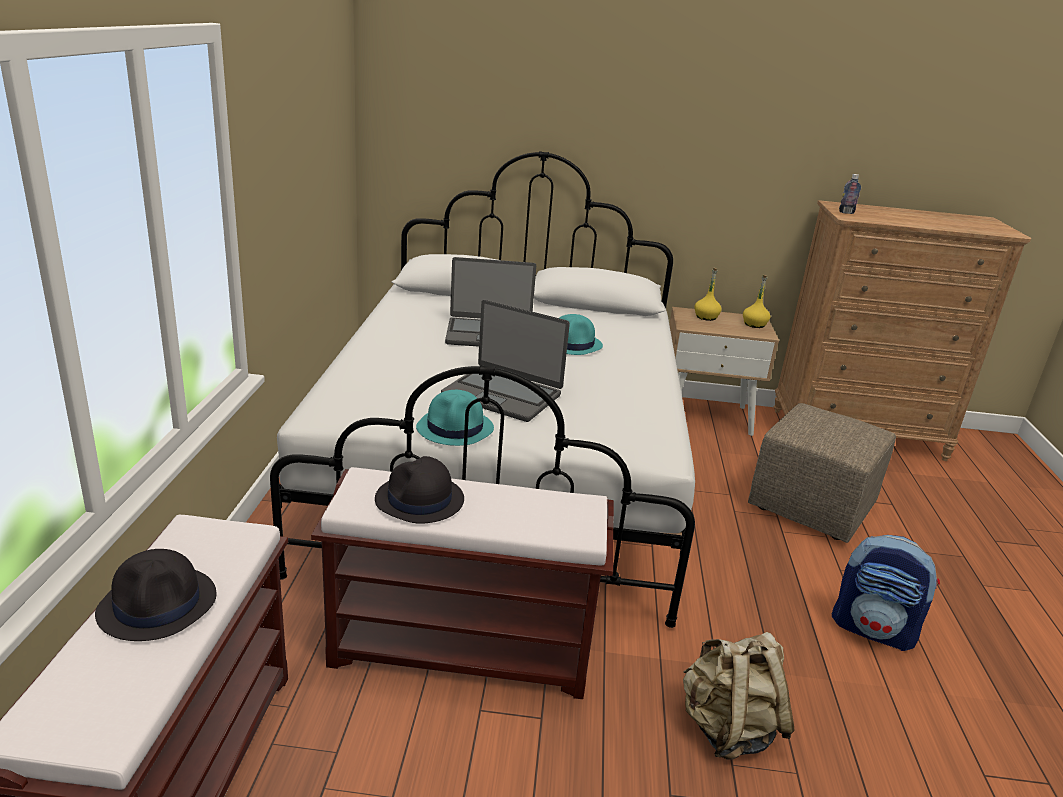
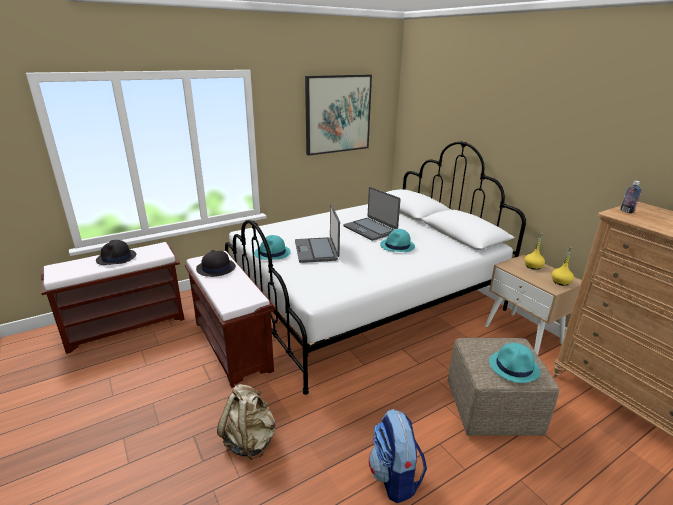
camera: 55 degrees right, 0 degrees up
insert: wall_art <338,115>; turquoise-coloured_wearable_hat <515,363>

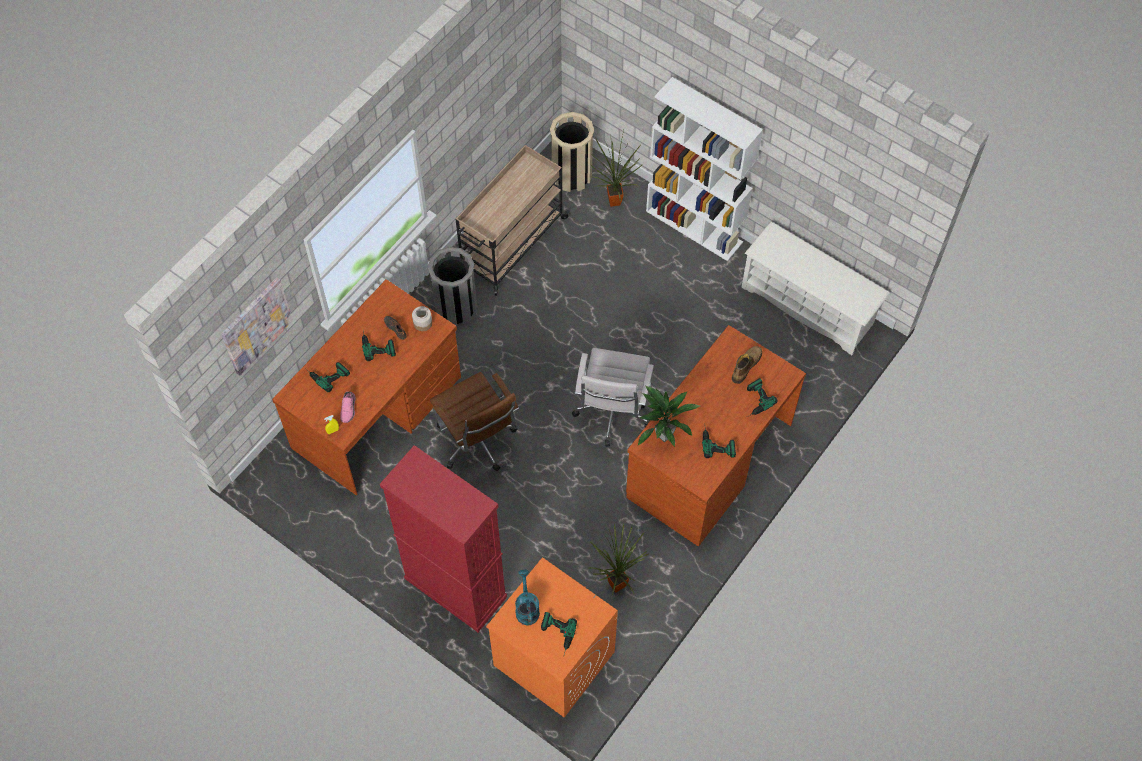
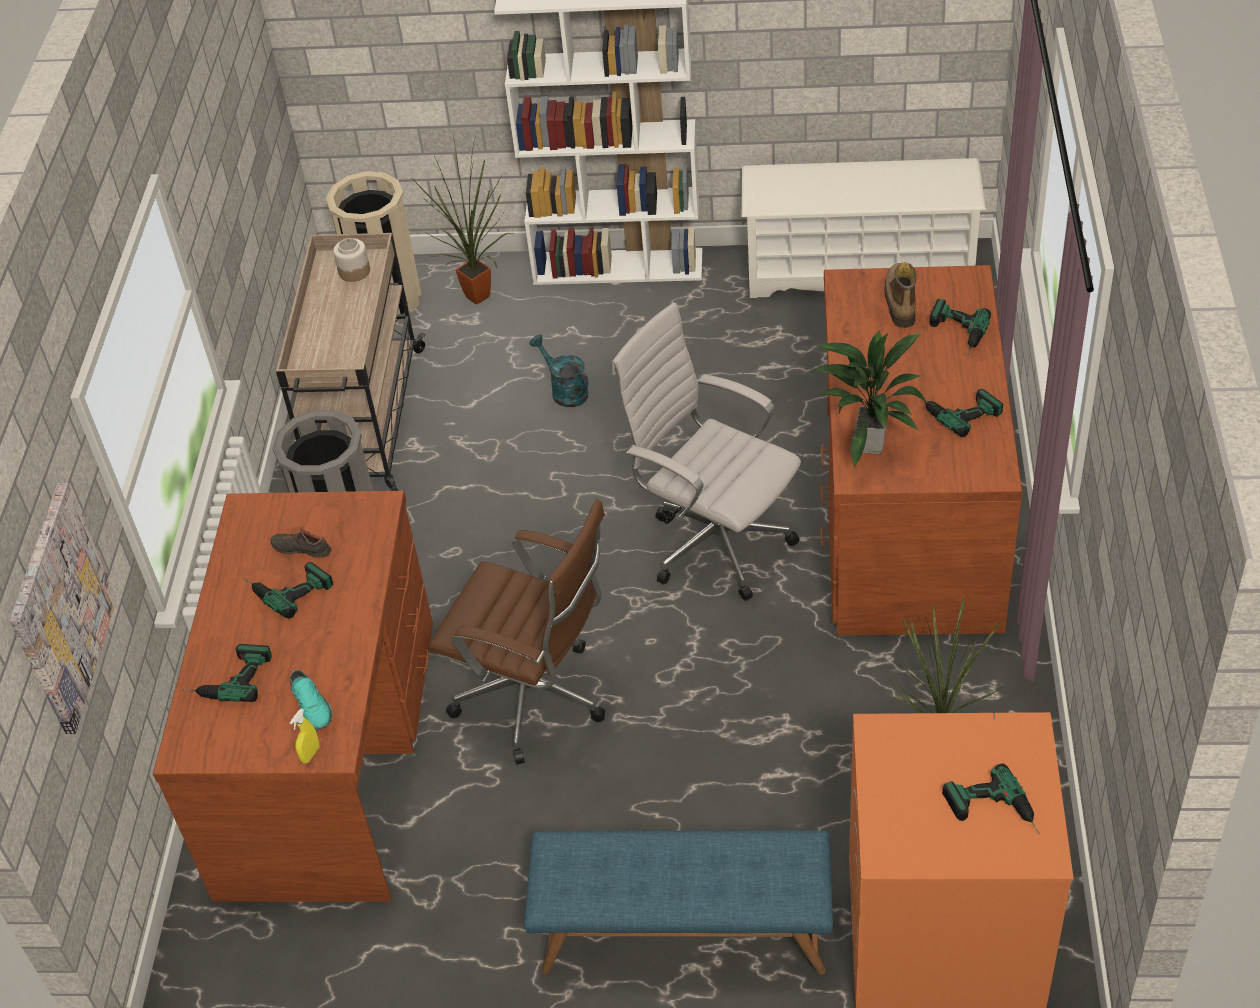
camera: 30 degrees left, 15 degrees down
move: preserve_jar <422,318> to <351,260>; turquoise-coloured_sprinkling_can <527,597> to <558,370>
replace: red_cupboard <443,538> to blue_indoor_bench <678,902>
recolor: pinkish_item_of_footwear <348,407> to turquoise-coloured_item_of_footwear <311,700>
rotate: whitish_computer_chair <613,397> = <706,452> 150 degrees clockwise

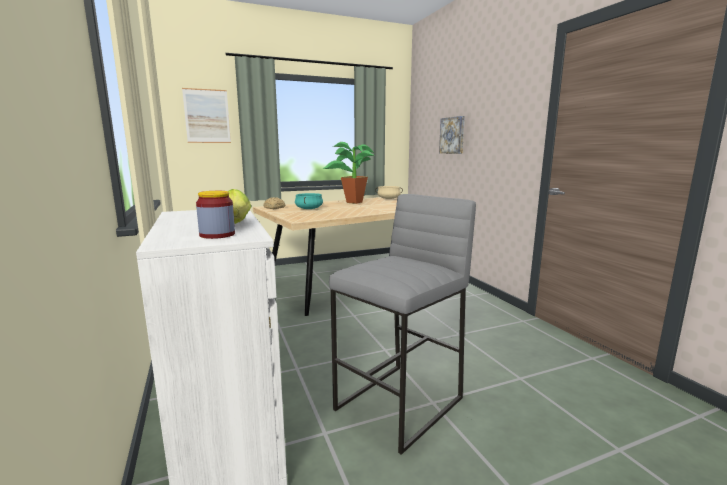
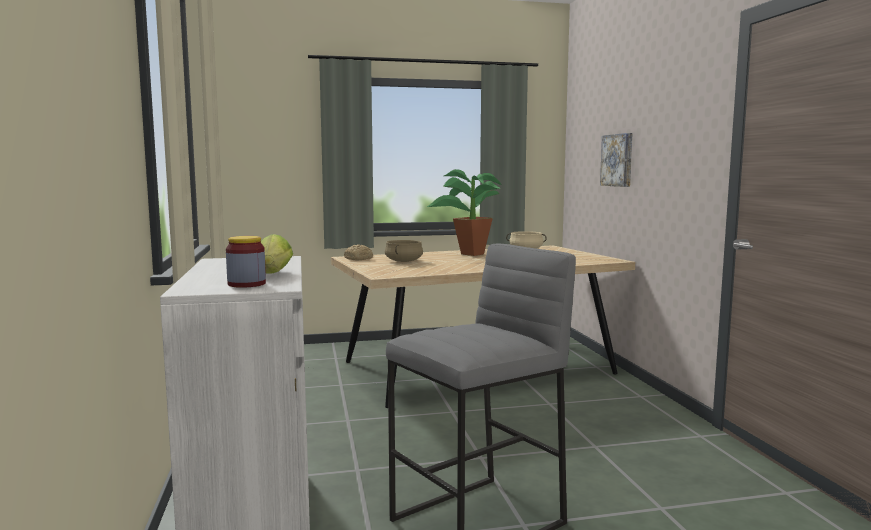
camera: 10 degrees right, 5 degrees down
delete: wall_art <206,115>
recolor: turquoise-coloured_stockpot <309,201> to beige-coloured_stockpot <404,251>

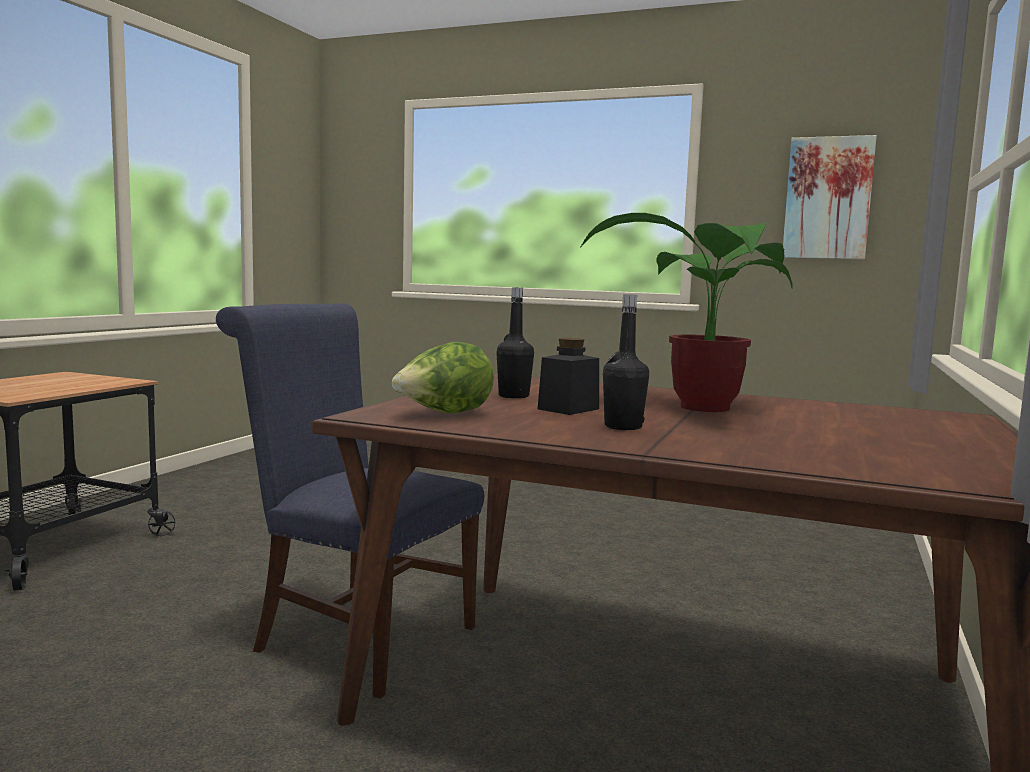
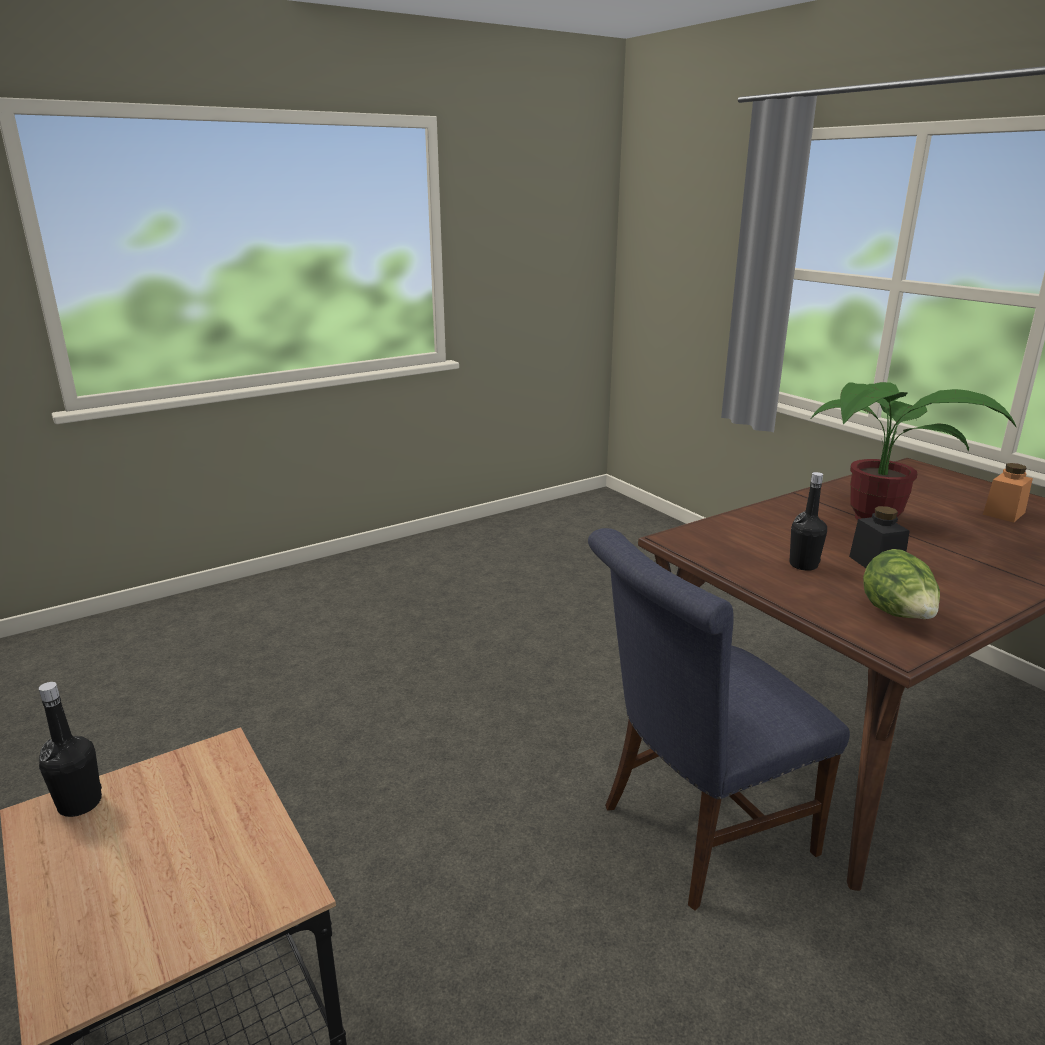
camera: 55 degrees left, 15 degrees up
delete: wall_art <830,197>
insert: orange-coloured_preserve_jar <1008,493>
move: black-coloured_beverage_bottle <626,362> to <70,749>

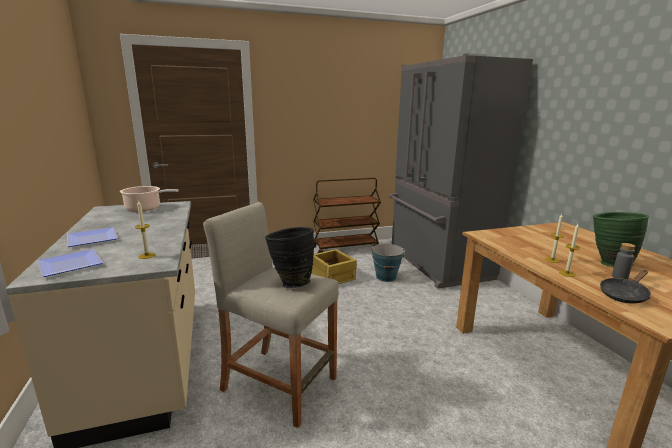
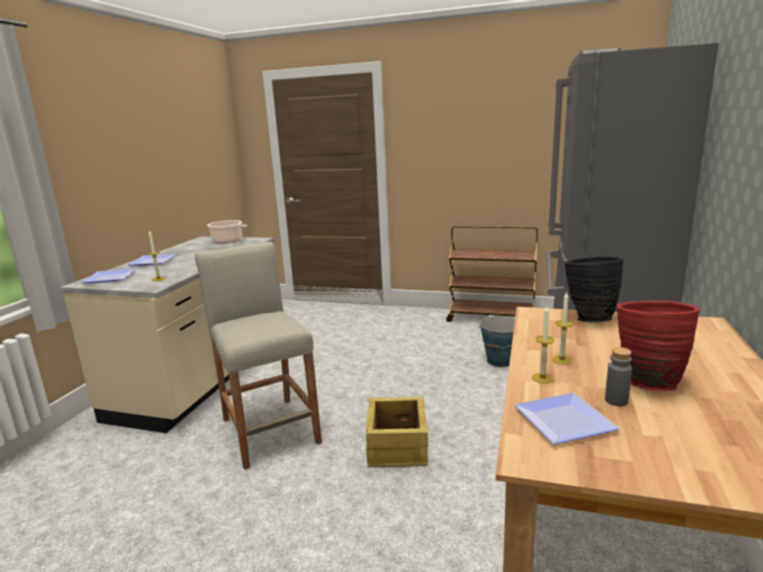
camera: 35 degrees right, 0 degrees up
move: black-coloured_decorative_vase <289,257> to <594,289>; crate <334,266> to <397,432>
replace: black-coloured_skillet <625,286> to flat_dish <567,418>
recolor: greenish_decorative_vase <621,239> to red_decorative_vase <658,346>

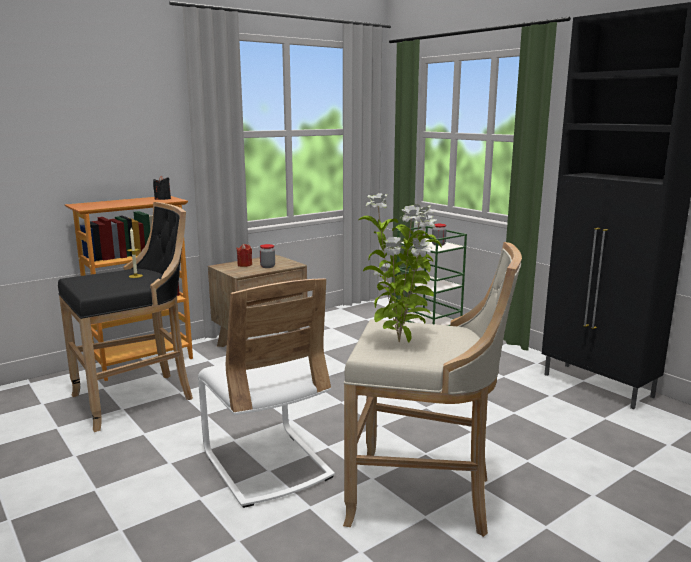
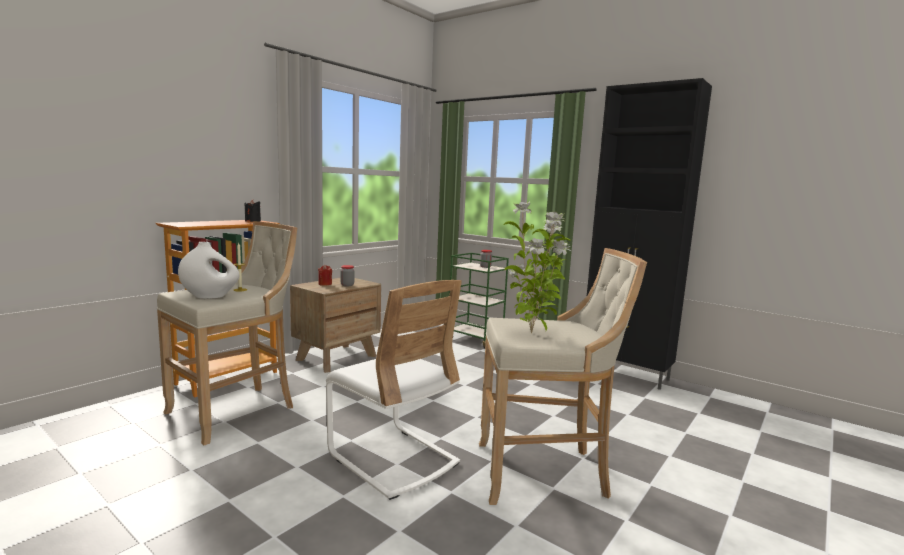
camera: 15 degrees left, 5 degrees down
insert: whitish_decorative_vase <209,270>
recolor: black-coloured_stool_seat <125,317> to beige-coloured_stool_seat <227,333>

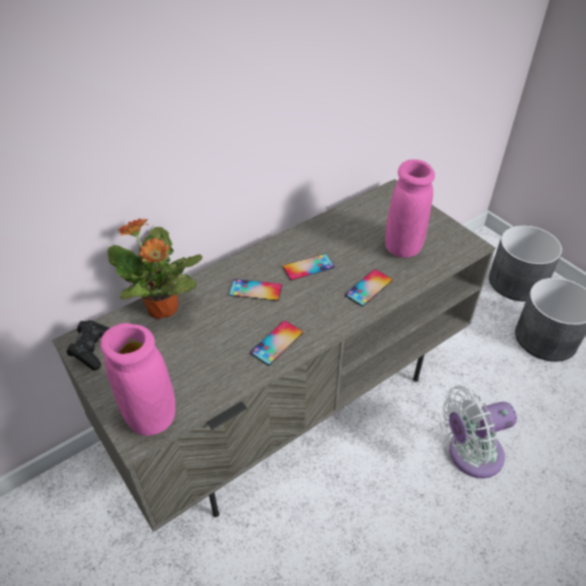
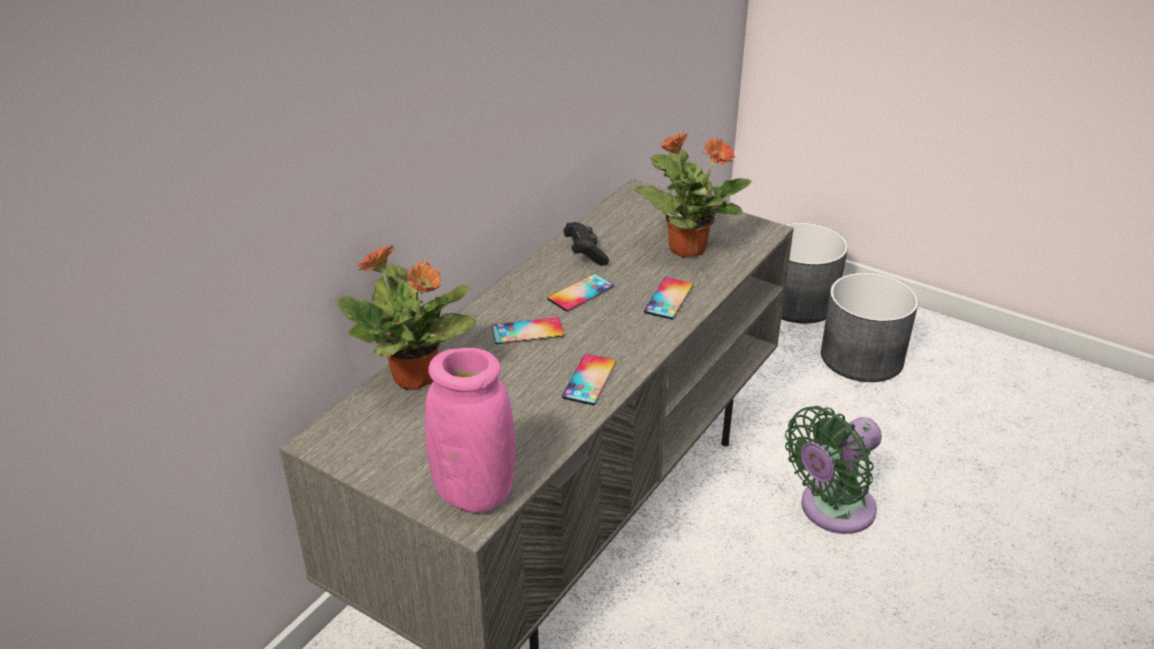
camera: 20 degrees left, 10 degrees down
move: black-coloured_joypad <88,345> to <586,243>
replace: pinkish_decorative_vase <410,208> to plant_in_a_pot <693,194>
recolor: whitish_cooling_fan <480,432> to greenish_cooling_fan <833,470>

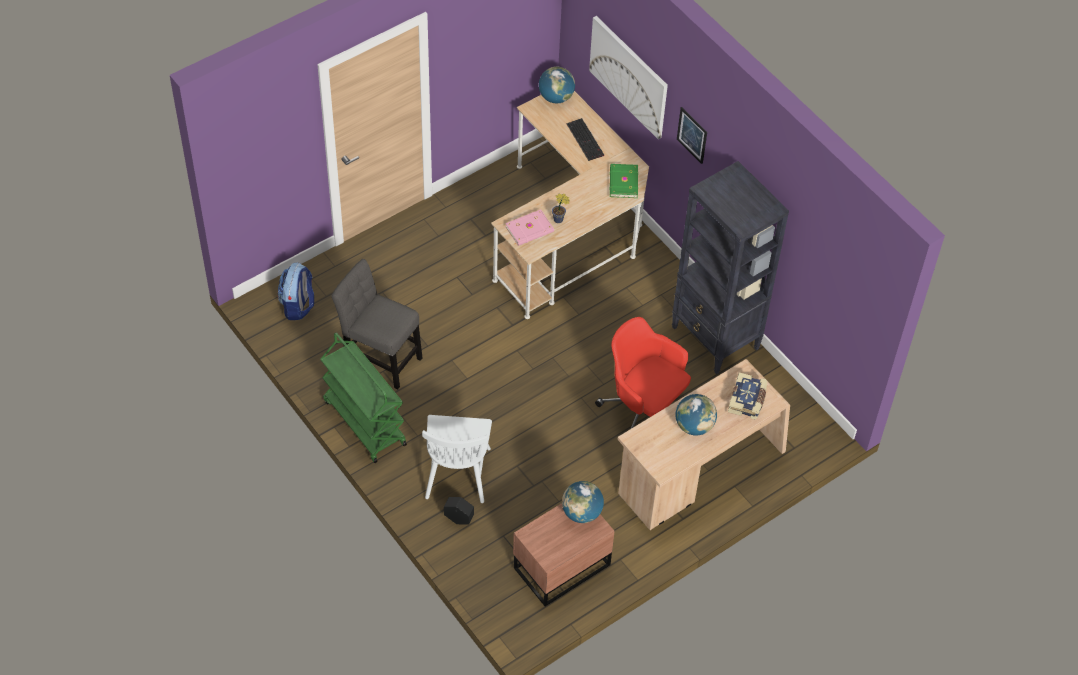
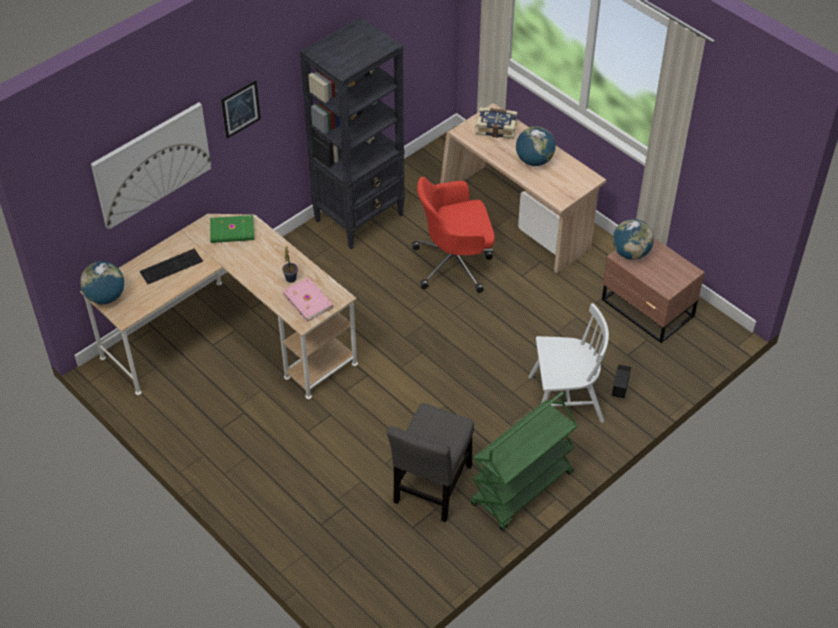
camera: 95 degrees left, 5 degrees down
delete: rucksack <296,291>
rotate: red_computer_chair <643,373> = <453,235> 45 degrees clockwise

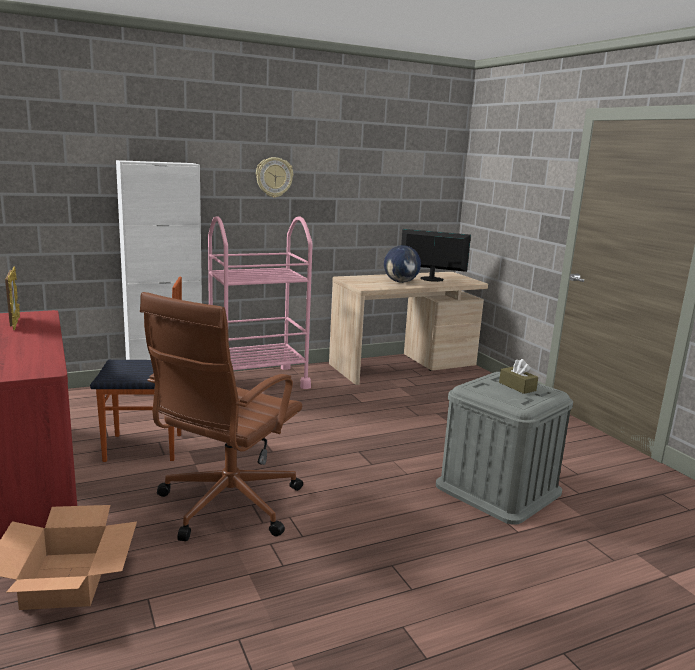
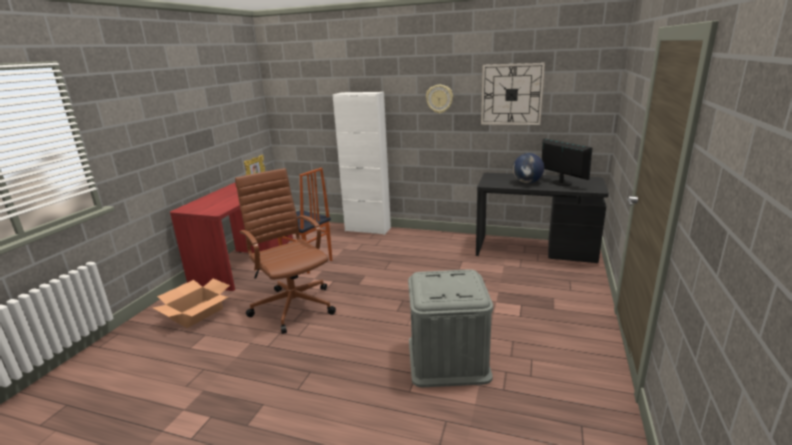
camera: 45 degrees right, 5 degrees up
delete: pinkish_cart <260,302>; brownish_box_of_tissues <518,376>
insert: hanging_clock <513,94>
recolor: beige-coloured_desk_table <408,328> to black-coloured_desk_table <542,218>
rotate: brownish_computer_chair <221,416> = <285,251> 75 degrees clockwise

